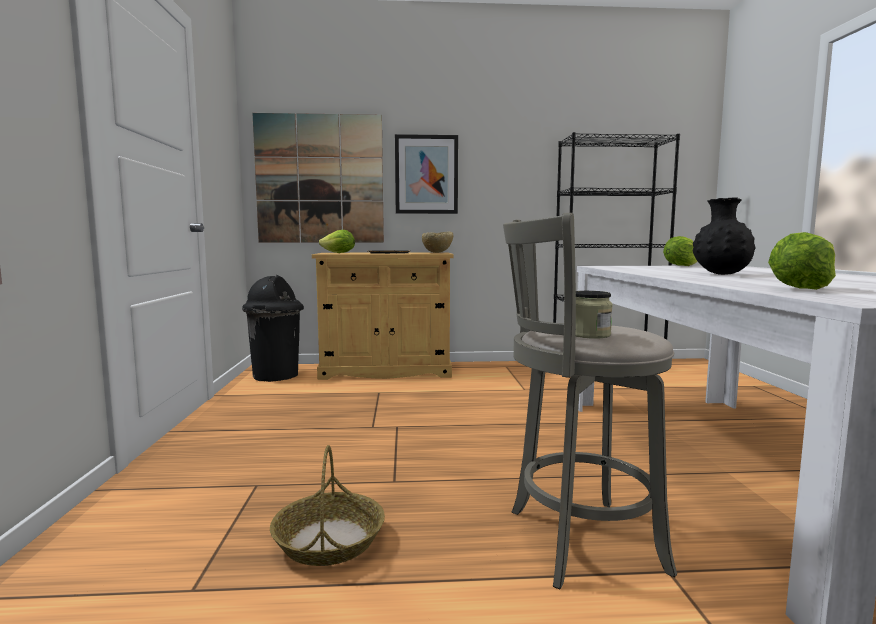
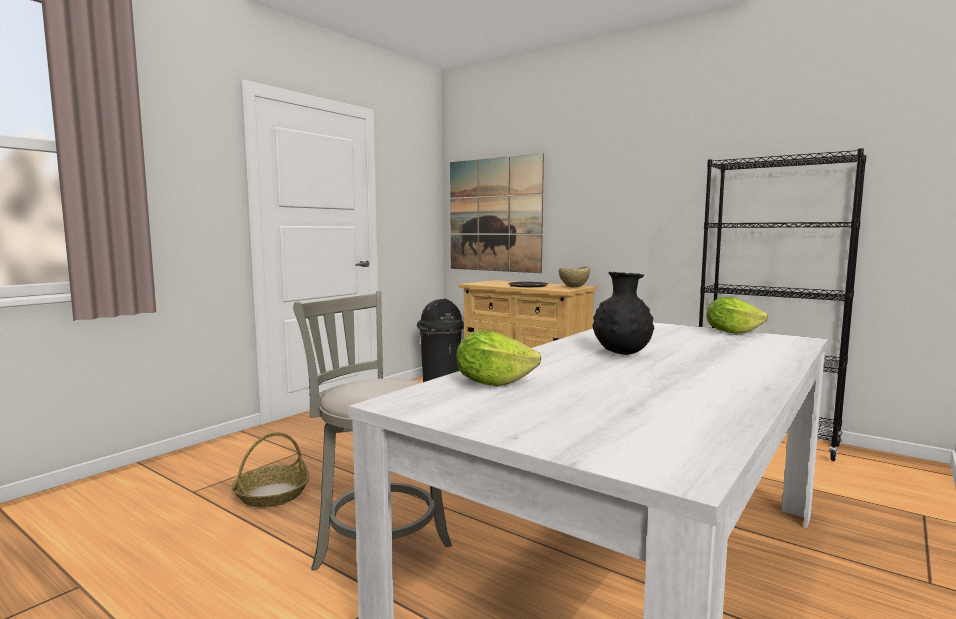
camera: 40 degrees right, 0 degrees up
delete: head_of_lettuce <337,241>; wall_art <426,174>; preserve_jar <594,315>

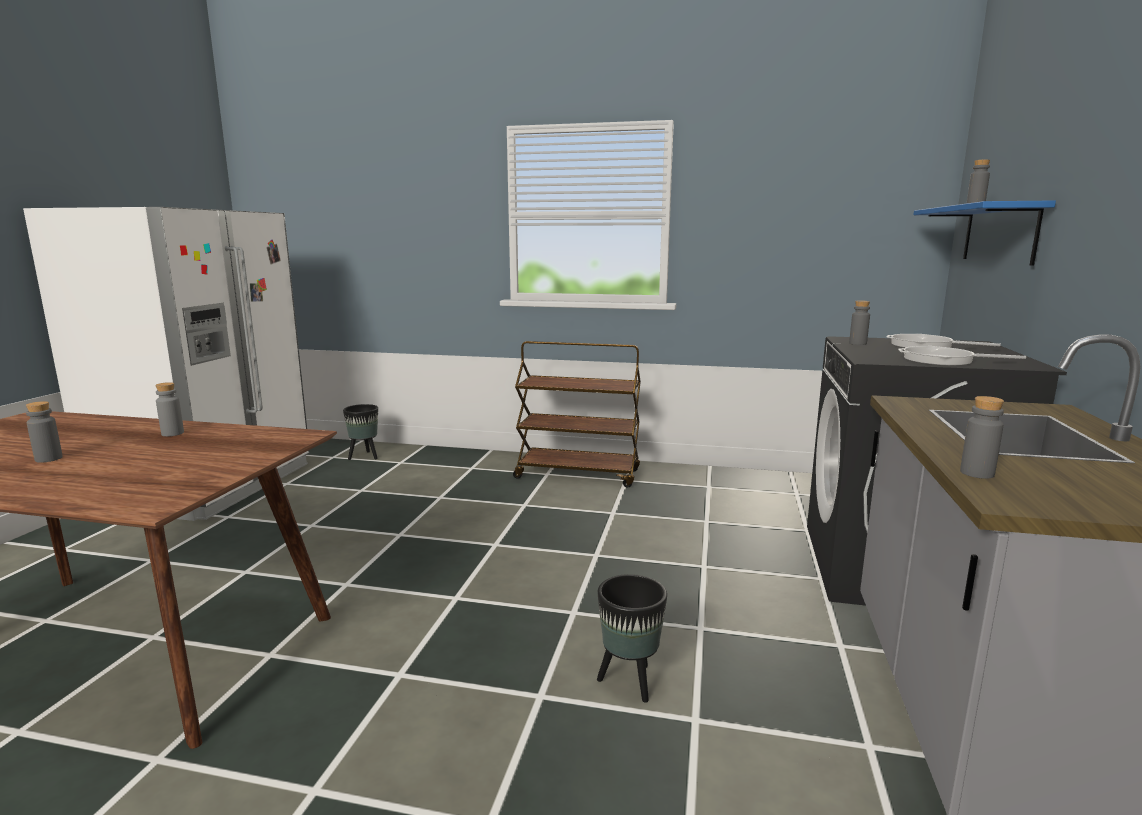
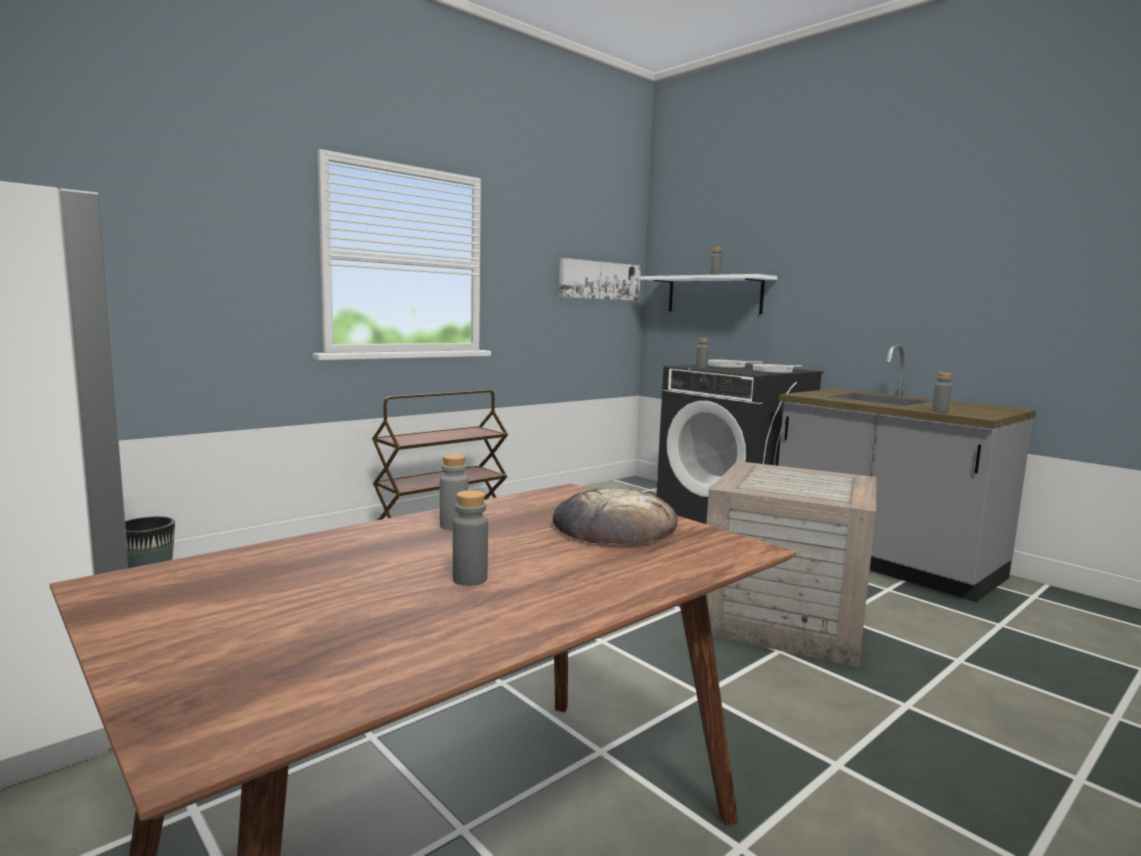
camera: 55 degrees left, 5 degrees down
insert: baked_bread <615,516>; wall_art <600,279>
replace: black-coloured_planter <632,638> to crate <791,564>
recolor: blue_wall_shelf <985,233> to whitish_wall_shelf <708,294>

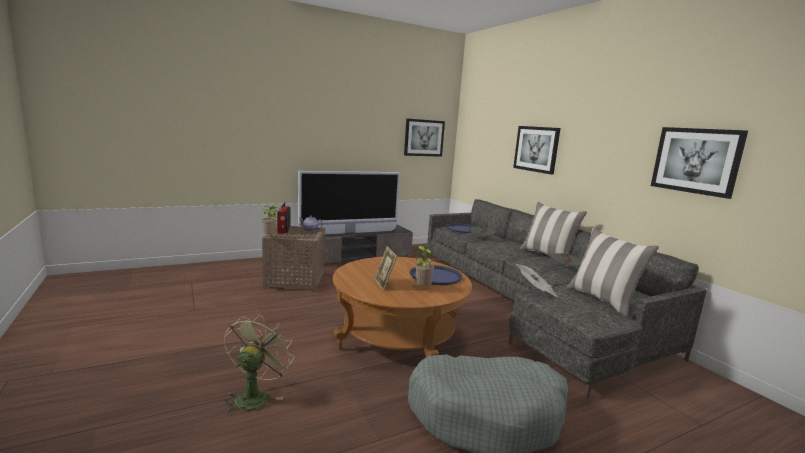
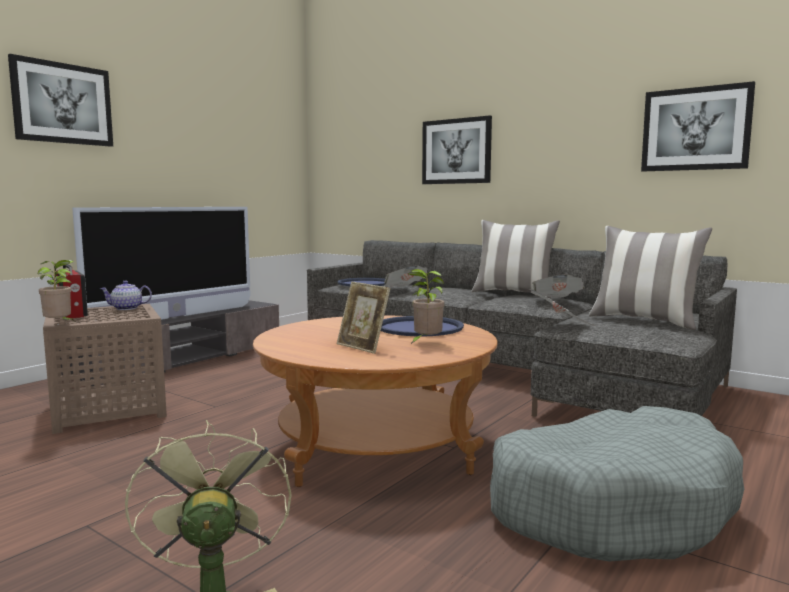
camera: 25 degrees left, 5 degrees down
move: wall_art <424,138> to <60,100>

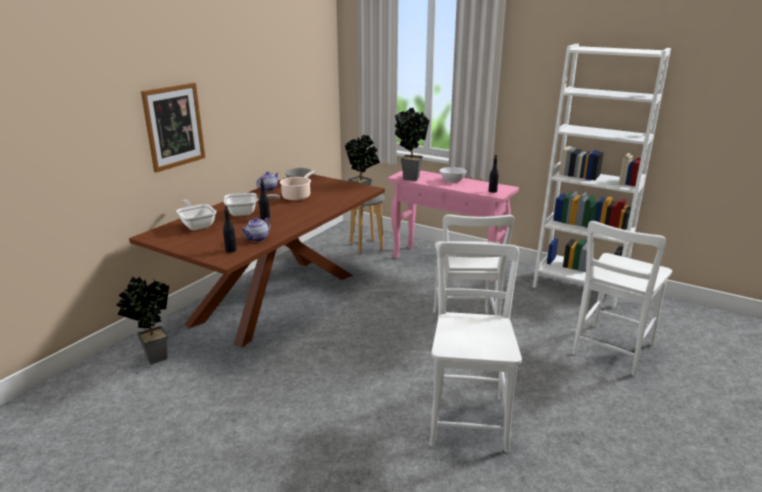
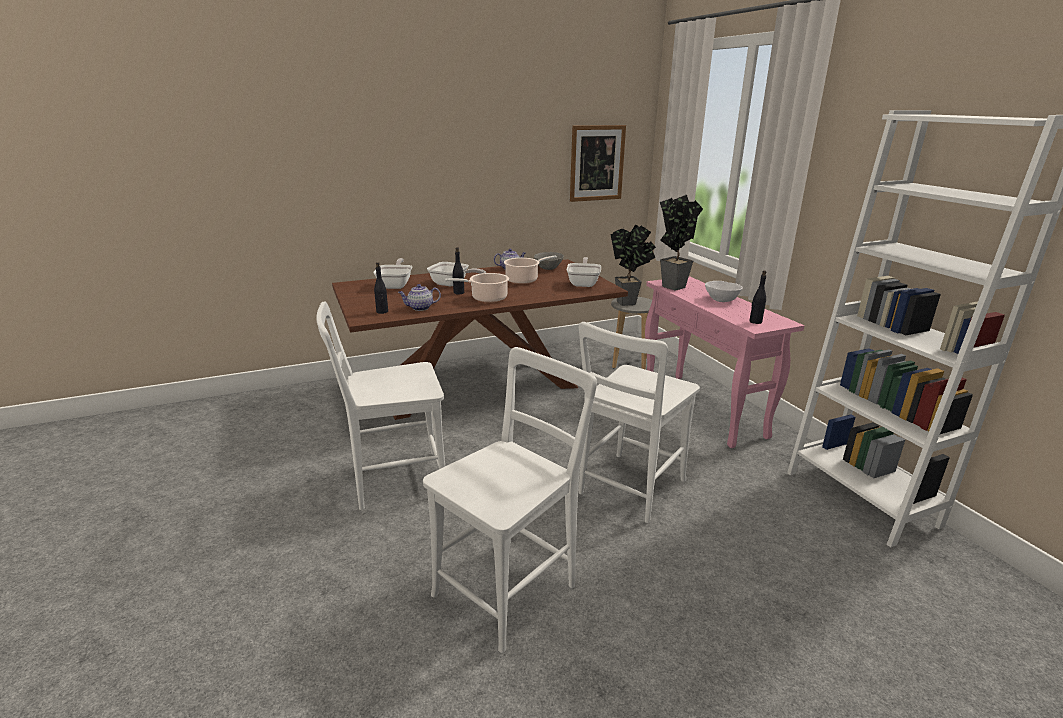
camera: 35 degrees right, 0 degrees up
delete: plant_in_a_pot <142,320>
insert: stockpot <477,288>; skillet <584,272>
move: wall_art <173,127> to <598,163>; whitish_plain_chair <622,298> to <380,406>

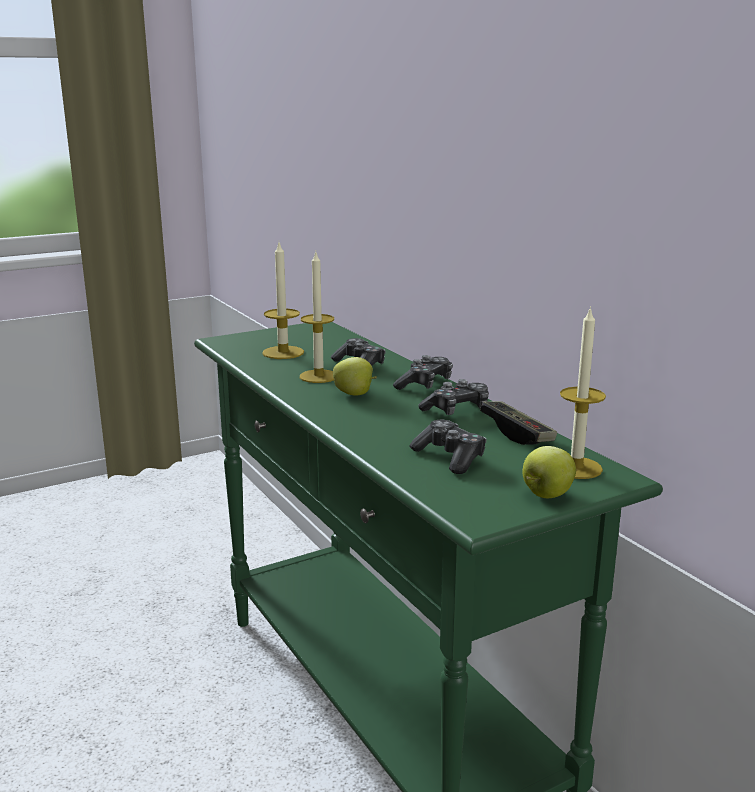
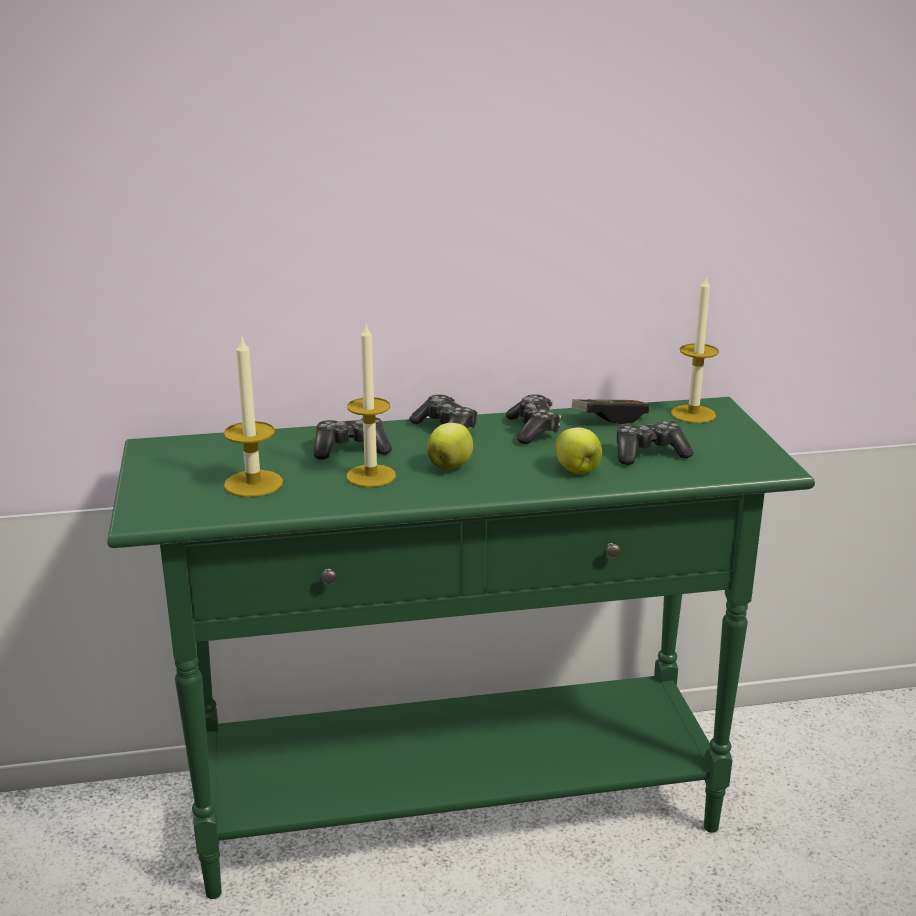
camera: 70 degrees left, 5 degrees up
move: apple_fruit <549,472> to <578,451>

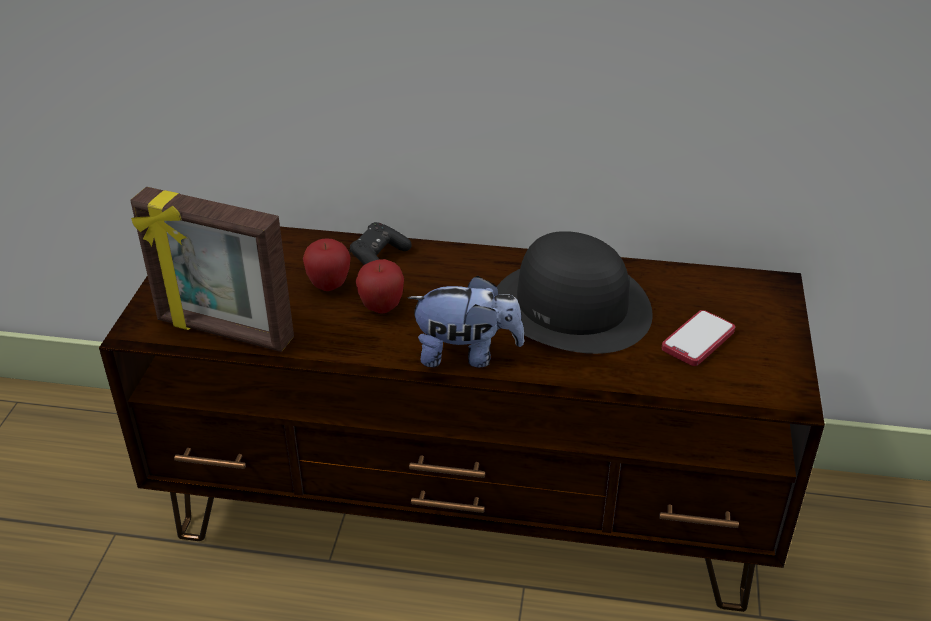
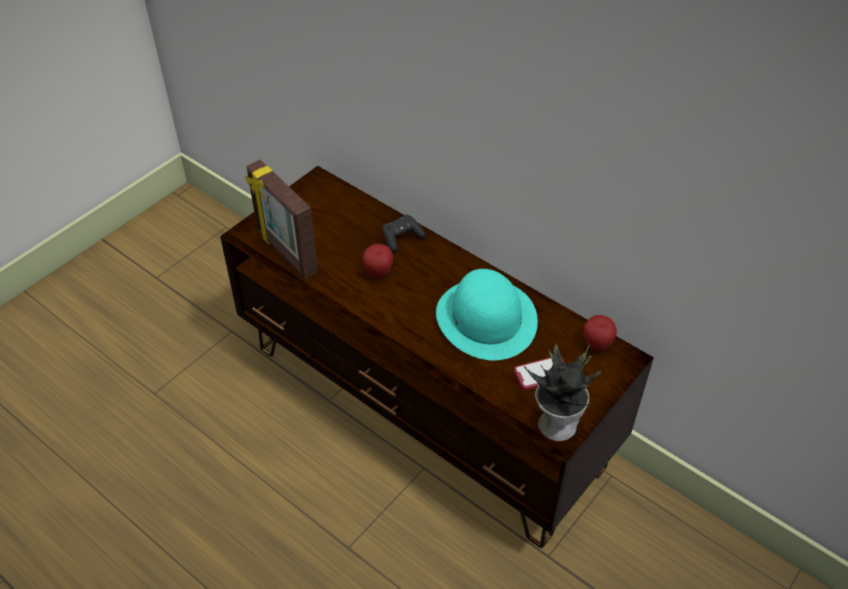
camera: 30 degrees right, 10 degrees up
delete: soft_toy <465,322>
insert: plant_in_a_pot <563,392>
move: apple_fruit <327,264> to <600,333>
recolor: black-coloured_wearable_hat <575,292> to turquoise-coloured_wearable_hat <487,314>

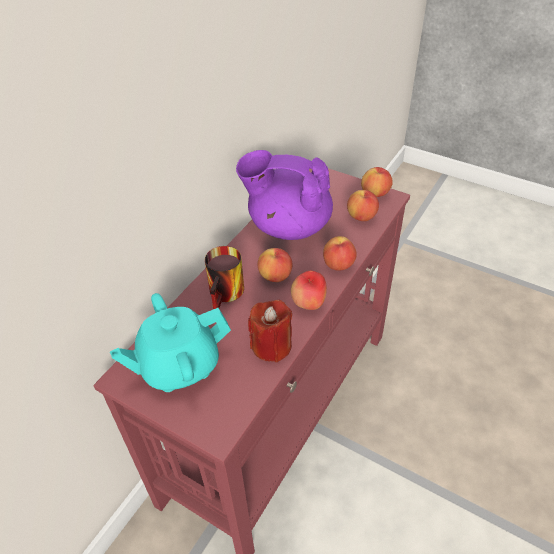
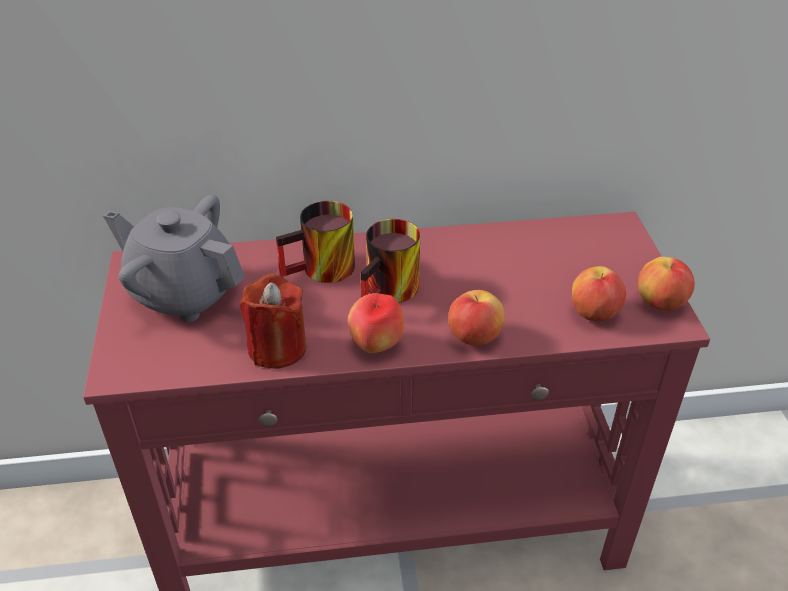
camera: 50 degrees right, 5 degrees down
delete: purple-coloured_pot_for_tea <284,195>
replace: apple_fruit <275,265> to coffee_mug <390,261>
recolor: turquoise-coloured_pot_for_tea <170,342> to greyish_pot_for_tea <174,258>

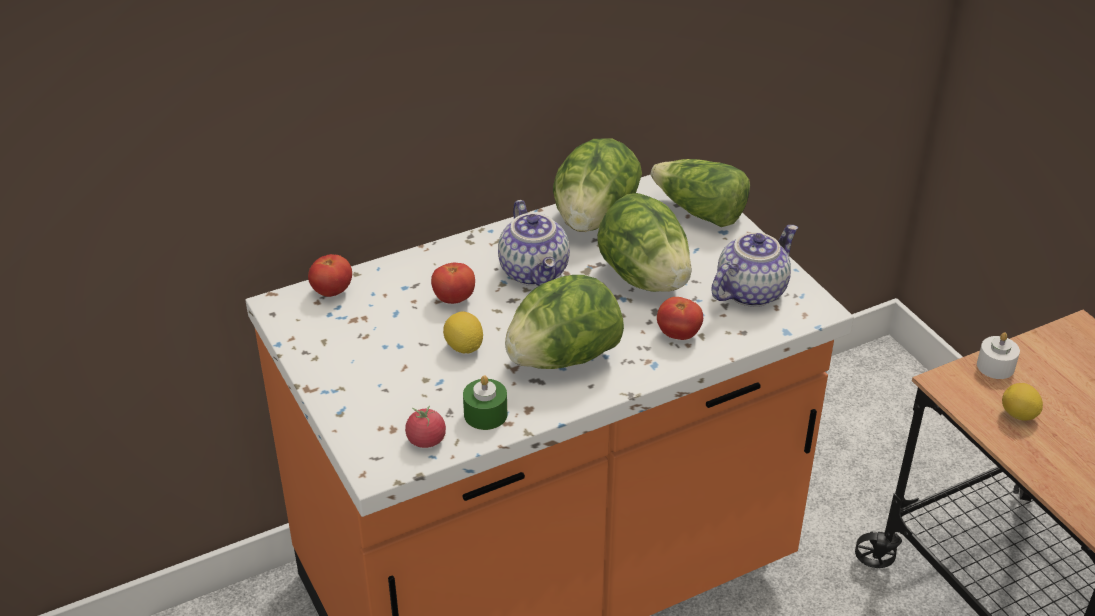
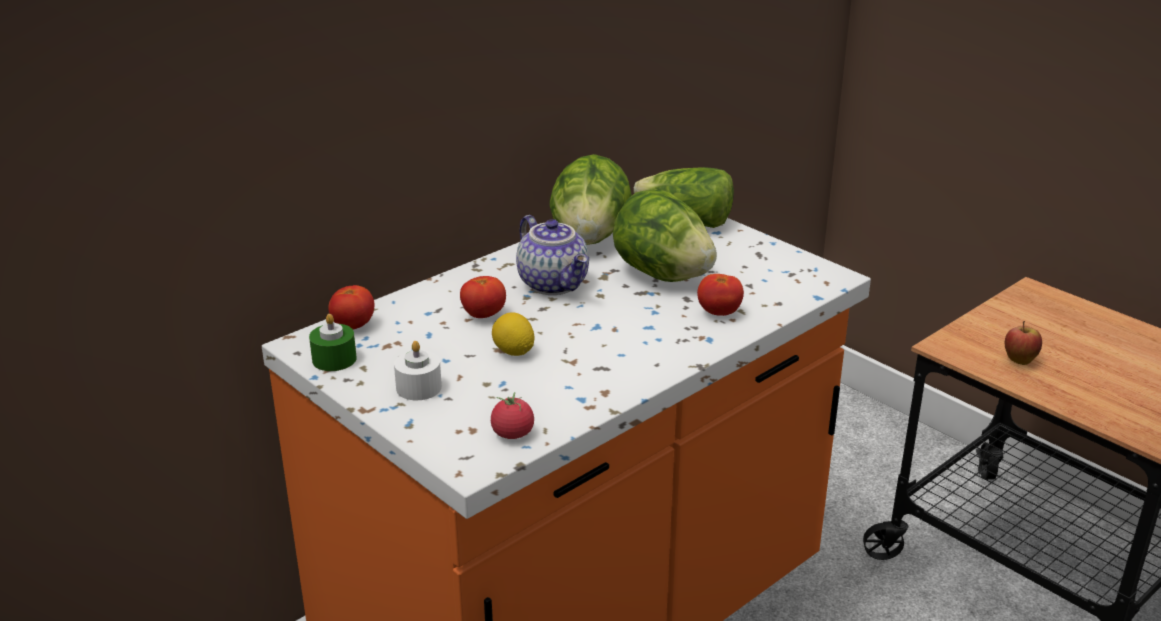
camera: 15 degrees left, 10 degrees down
delete: head_of_lettuce <564,322>; pot_for_tea <754,266>
move: greenish_candle <485,402> to <333,342>; whitish_candle <998,355> to <418,370>
replace: whole_lemon <1022,402> to apple_fruit <1023,343>

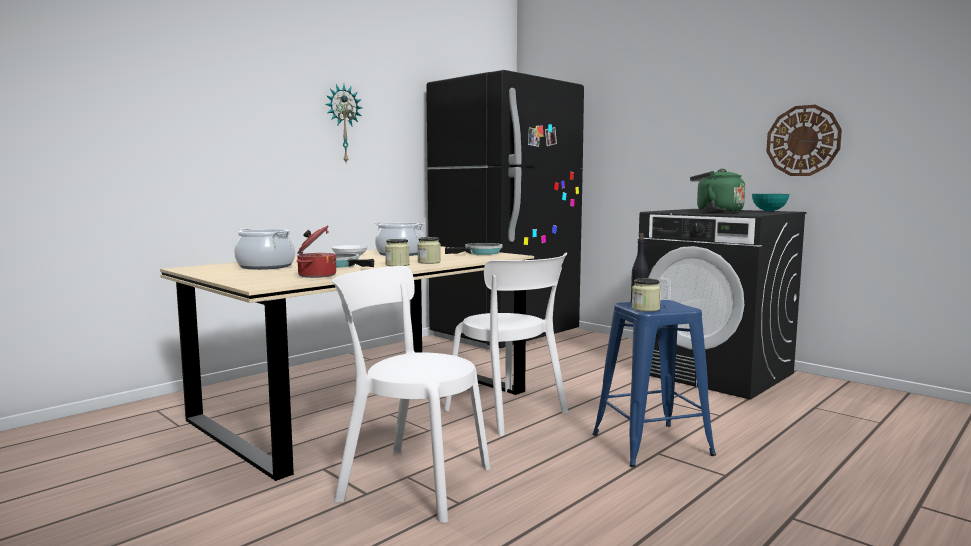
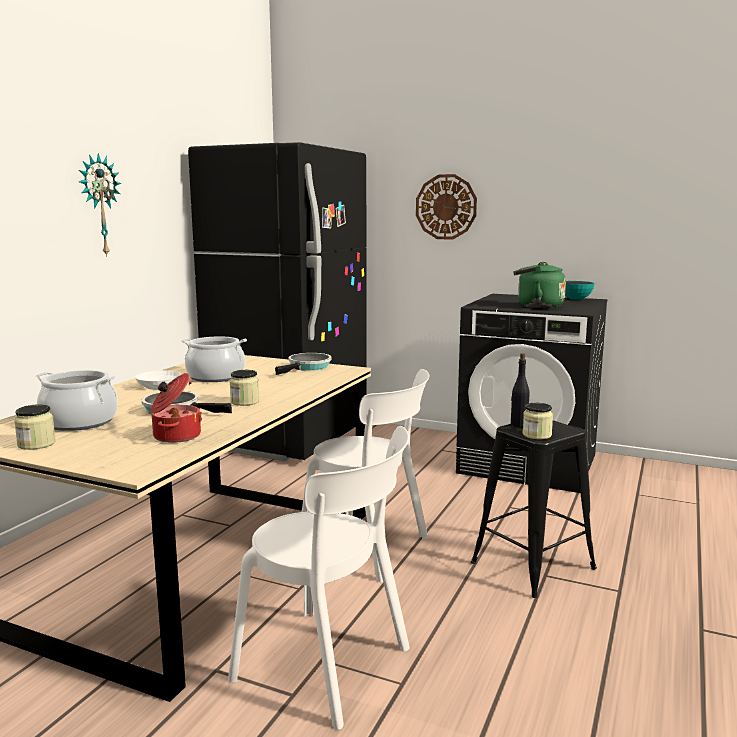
camera: 20 degrees left, 5 degrees up
move: preserve_jar <429,250> to <35,427>; hanging_clock <804,140> to <446,207>
recolor: blue_stool_seat <654,383> to black-coloured_stool_seat <534,509>
rotate: whitish_plain_chair <411,394> = <319,578> 150 degrees counterclockwise

